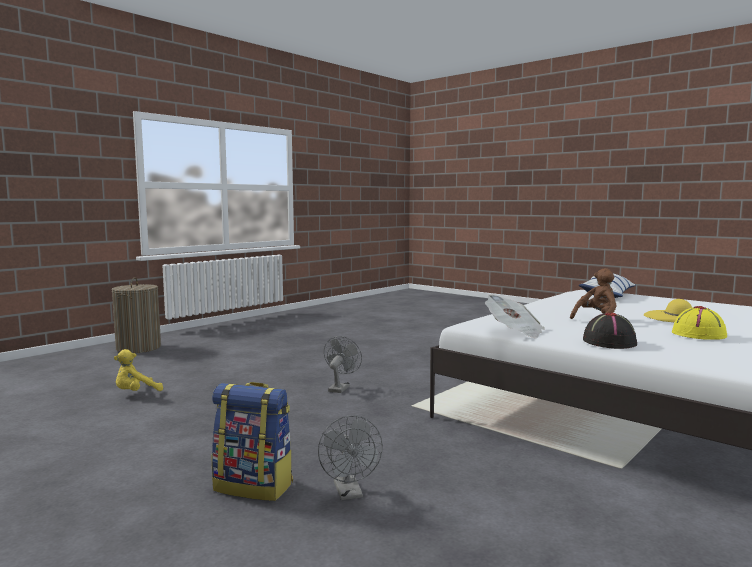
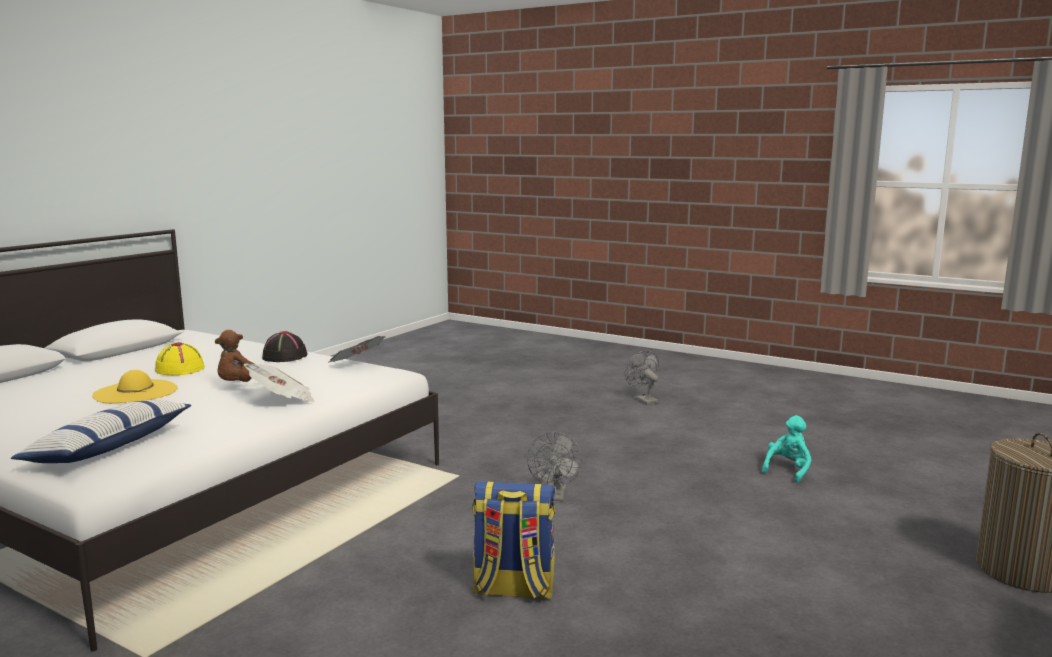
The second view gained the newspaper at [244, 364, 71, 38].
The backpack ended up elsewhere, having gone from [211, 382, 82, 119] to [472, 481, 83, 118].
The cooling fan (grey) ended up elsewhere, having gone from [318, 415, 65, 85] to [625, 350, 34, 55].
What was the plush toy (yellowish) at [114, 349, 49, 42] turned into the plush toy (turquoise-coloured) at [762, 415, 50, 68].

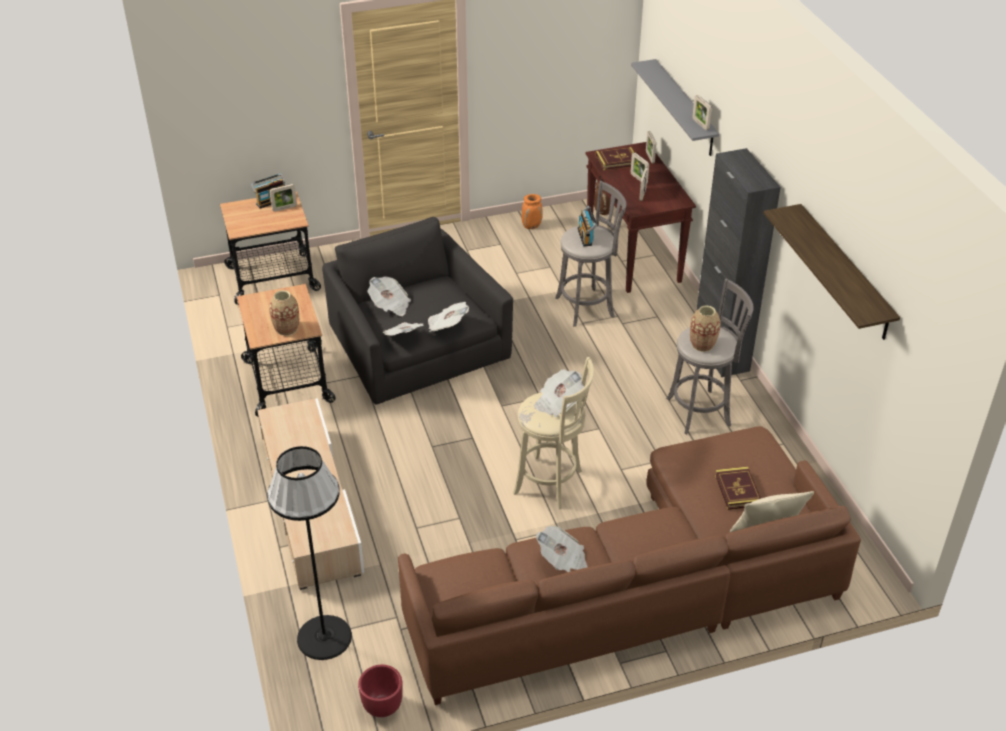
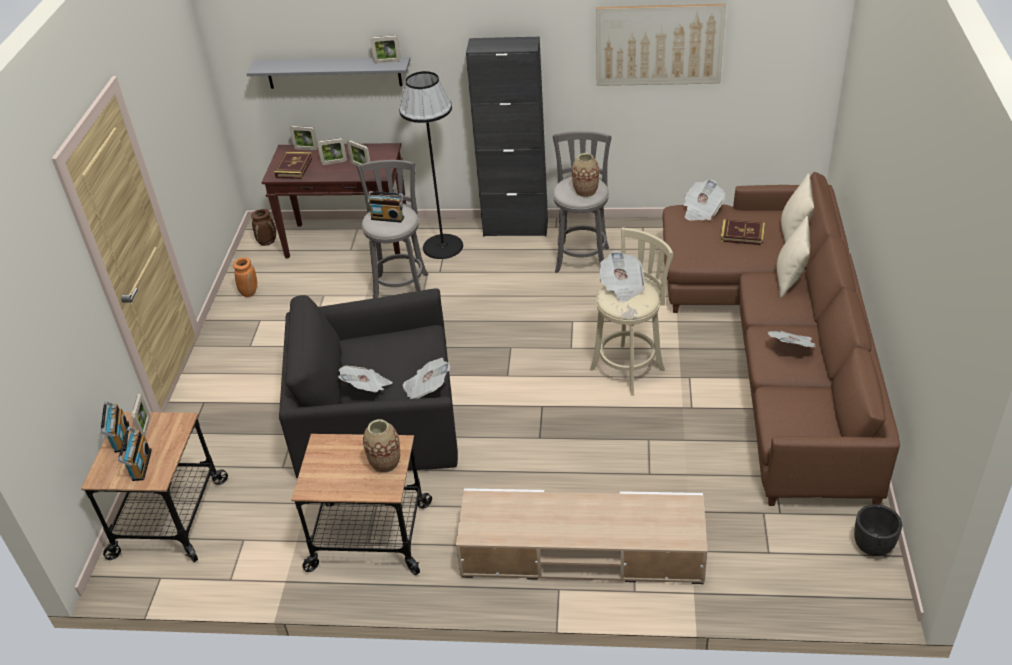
The second view gained the radio receiver at [118, 427, 34, 54].
The floor lamp (black-coloured) ended up elsewhere, having gone from [267, 446, 85, 214] to [399, 71, 64, 188].
Where the wall shelf hung at [764, 204, 136, 136], the wall picture came to hang at [596, 4, 130, 82].
The newspaper ended up elsewhere, having gone from [428, 302, 41, 30] to [684, 180, 41, 41].
The second view gained the cushion (beige-coloured) at [777, 216, 33, 82].
What was the planter (red) at [358, 665, 45, 52] turned into the planter (black-coloured) at [854, 504, 48, 52].

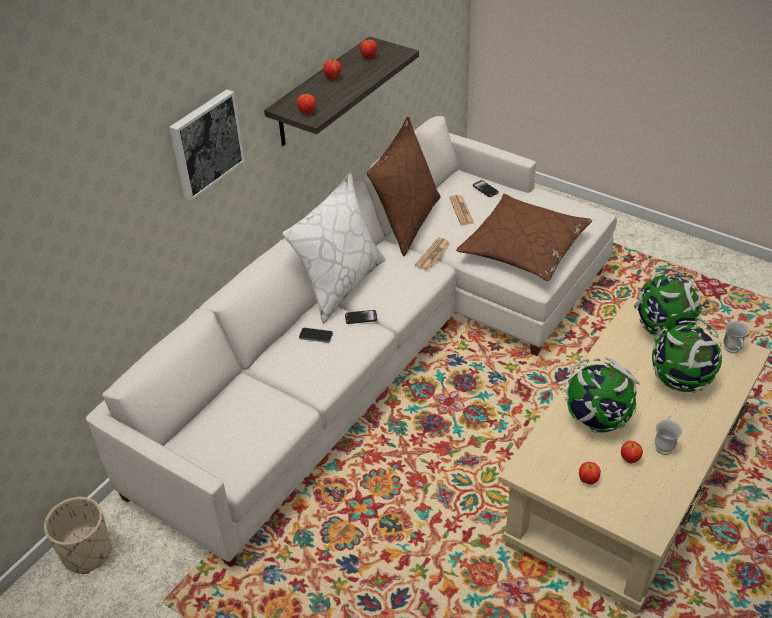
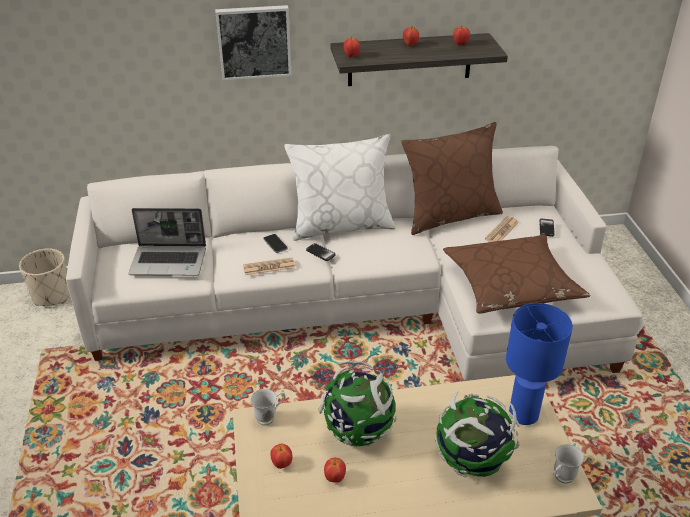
The second view gained the laptop at [128, 208, 78, 68].
The newspaper ended up elsewhere, having gone from [415, 238, 36, 33] to [243, 258, 52, 17].
The tea mug (white-coloured) ended up elsewhere, having gone from [655, 415, 27, 40] to [251, 389, 35, 36].
Where the globe stood at [634, 267, 67, 70], the table lamp (bluish) came to stand at [506, 303, 67, 122].

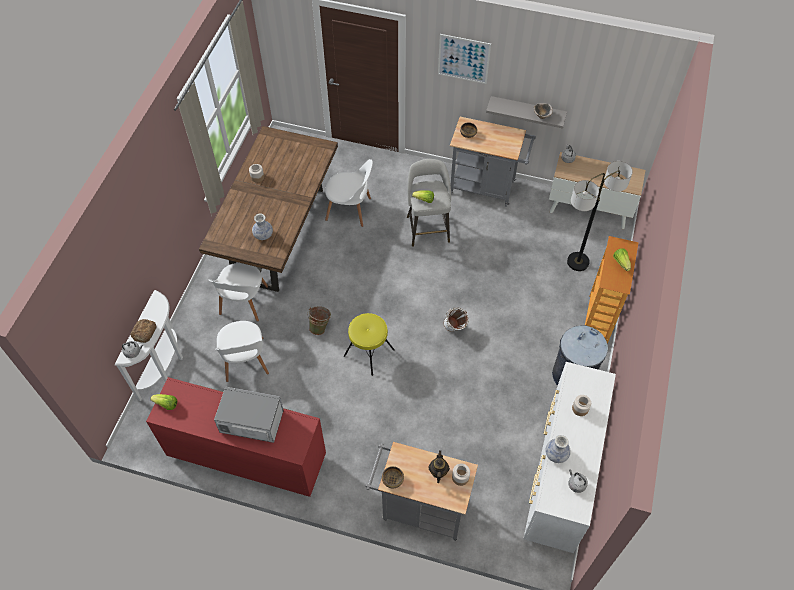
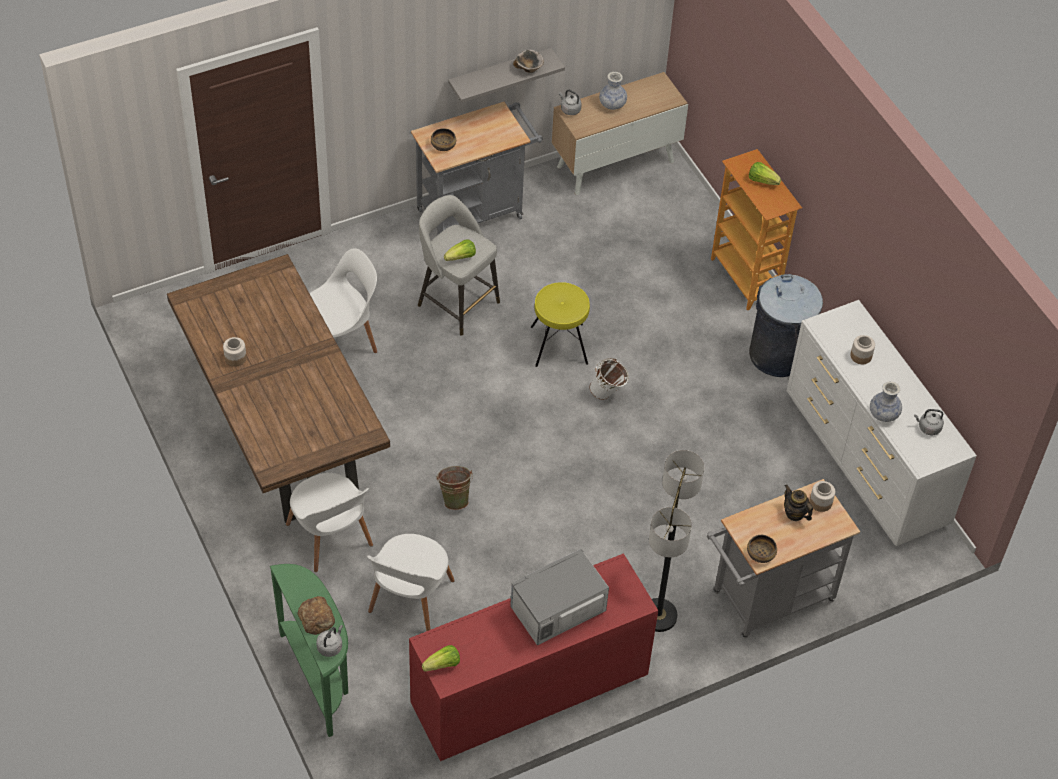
What was the hall table (white-coloured) at [115, 290, 68, 111] turned into the hall table (greenish) at [270, 564, 78, 173].
The plain chair (white-coloured) at [216, 321, 53, 61] ended up facing another way, 75 degrees clockwise from before.
The stool seat (yellowish) ended up elsewhere, having gone from [344, 313, 51, 63] to [531, 282, 59, 85].
The decorative vase ended up elsewhere, having gone from [252, 213, 21, 27] to [599, 72, 28, 38].
The floor lamp ended up elsewhere, having gone from [567, 161, 66, 110] to [649, 450, 55, 182].
The second view lost the wall picture at [438, 34, 53, 50].

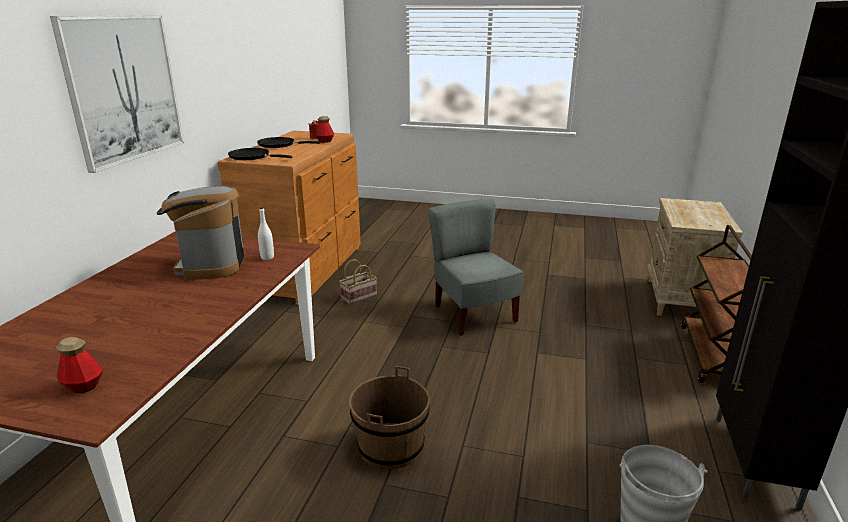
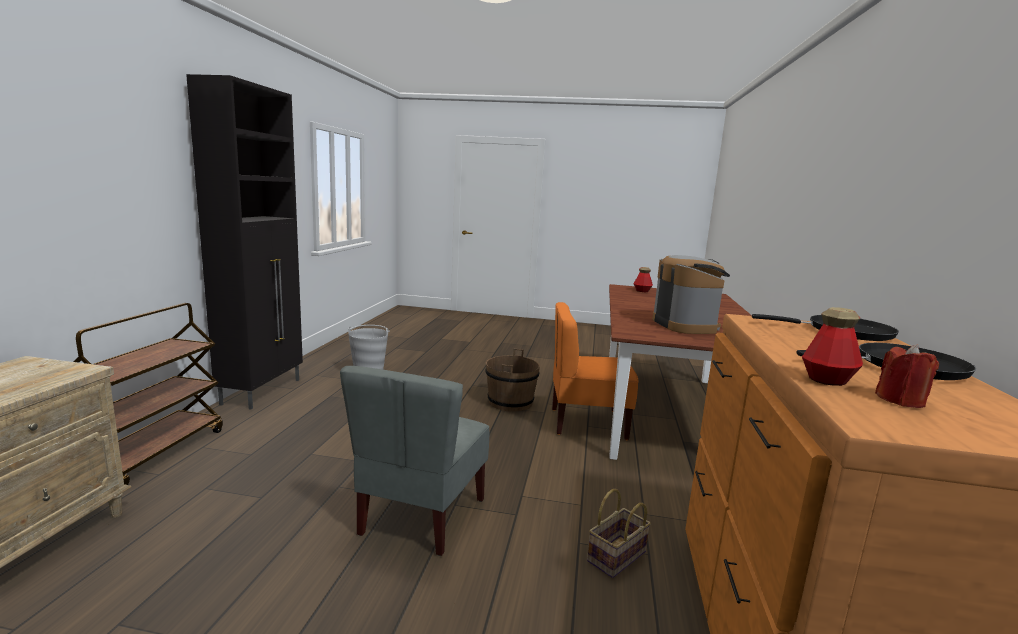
The plain chair (grey) at [428, 199, 95, 137] ended up facing another way, 45 degrees clockwise from before.
The second view gained the plain chair (orange-coloured) at [552, 302, 87, 138].
The second view lost the wall picture at [50, 15, 134, 158].
The second view lost the beverage bottle (white-coloured) at [258, 207, 16, 53].

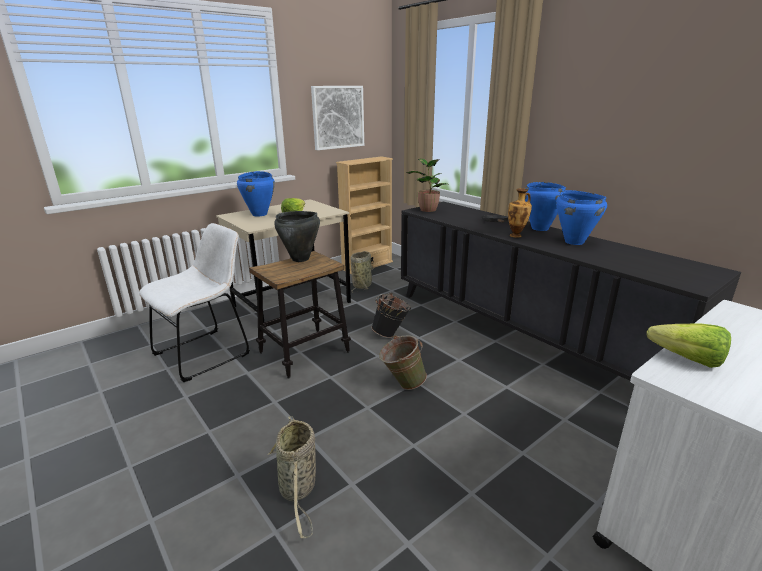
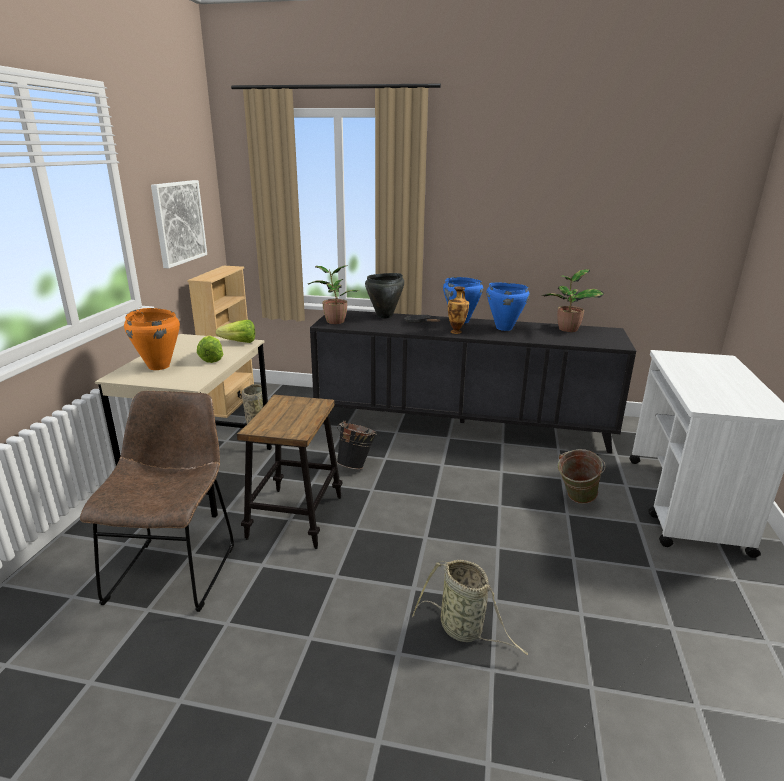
What was the plain chair (white-coloured) at [139, 223, 111, 159] turned into the plain chair (brownish) at [80, 391, 154, 221].
What was the saucepot (bluish) at [237, 171, 38, 46] turned into the saucepot (orange-coloured) at [124, 308, 56, 62].
The head of lettuce ended up elsewhere, having gone from [647, 323, 84, 45] to [216, 320, 39, 23].
The saucepot (black-coloured) ended up elsewhere, having gone from [274, 211, 46, 51] to [365, 273, 39, 46].
The second view gained the plant in a pot at [542, 269, 62, 63].
The water bucket (greenish) ended up elsewhere, having gone from [379, 335, 48, 55] to [558, 449, 48, 55].

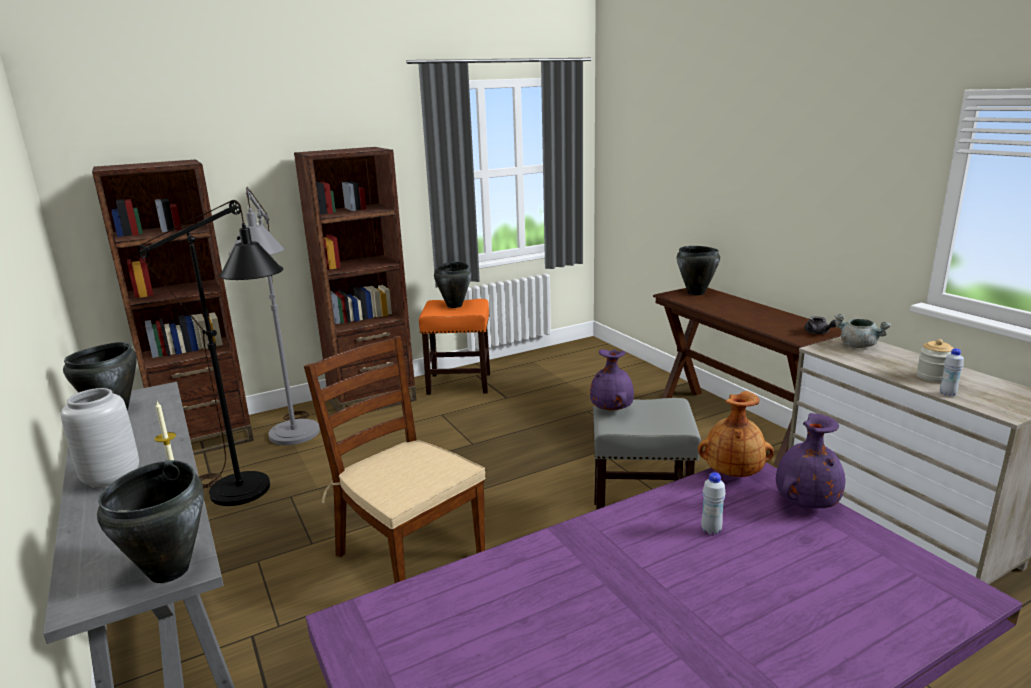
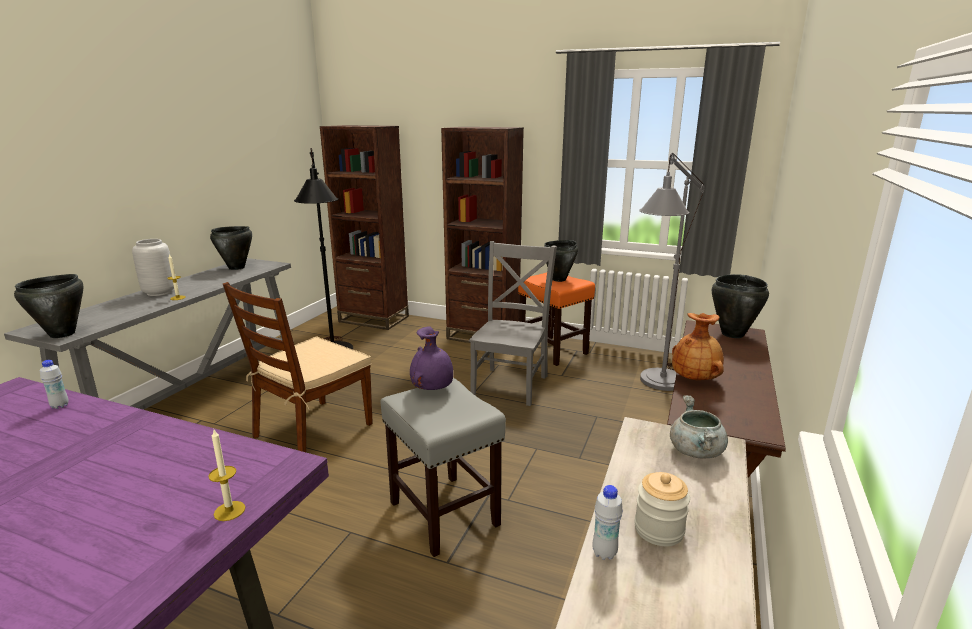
The beverage bottle (white-coloured) ended up elsewhere, having gone from [701, 473, 25, 61] to [40, 360, 28, 49].
Where the decorative vase (purple) stood at [776, 413, 69, 95], the wax candle came to stand at [208, 430, 38, 91].
The plain chair (brownish) at [304, 336, 181, 247] ended up facing another way, 150 degrees counterclockwise from before.
The second view gained the plain chair (grey) at [469, 241, 88, 165].
The floor lamp (grey) ended up elsewhere, having gone from [228, 187, 92, 258] to [639, 153, 66, 238].
The decorative vase (brownish) ended up elsewhere, having gone from [698, 391, 76, 86] to [672, 313, 52, 67].
The second view lost the teapot (grey) at [804, 316, 33, 18].

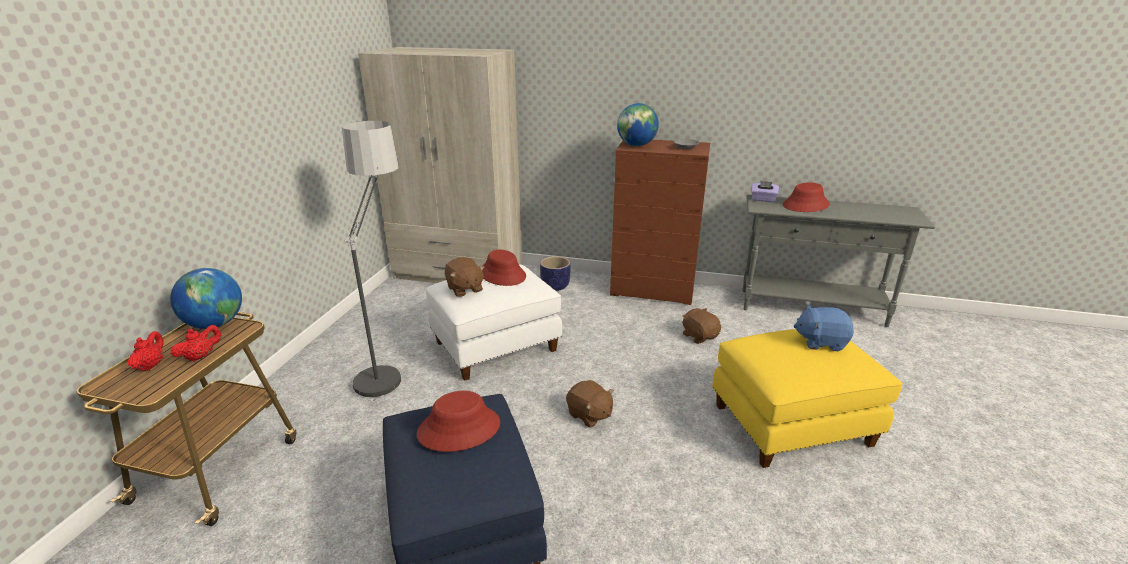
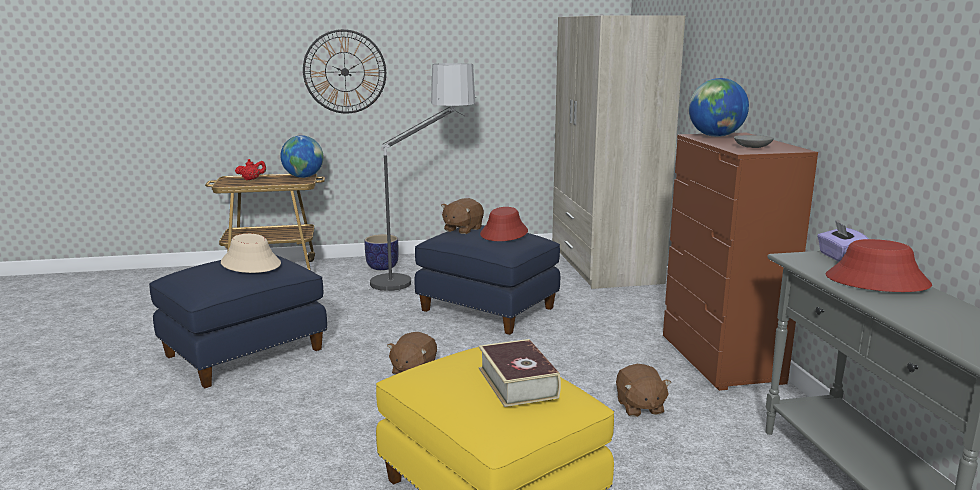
What was the hat (red) at [417, 391, 83, 61] turned into the hat (beige-coloured) at [221, 234, 60, 39].
The second view gained the wall clock at [303, 29, 83, 85].
The planter ended up elsewhere, having gone from [540, 256, 30, 35] to [365, 234, 34, 36].
What was the ottoman (white-coloured) at [426, 265, 136, 116] turned into the ottoman (bluish) at [414, 225, 146, 110].
Where the plush toy (bluish) stood at [794, 304, 60, 48], the volume came to stand at [479, 339, 82, 68].
The plush toy (brownish) at [682, 308, 39, 36] ended up facing another way, 135 degrees clockwise from before.
The second view lost the teapot (red) at [170, 325, 52, 36].

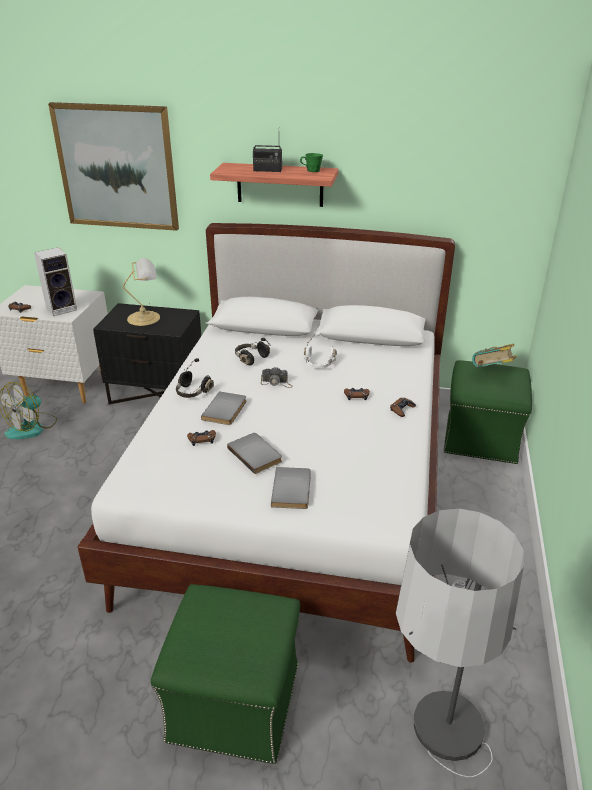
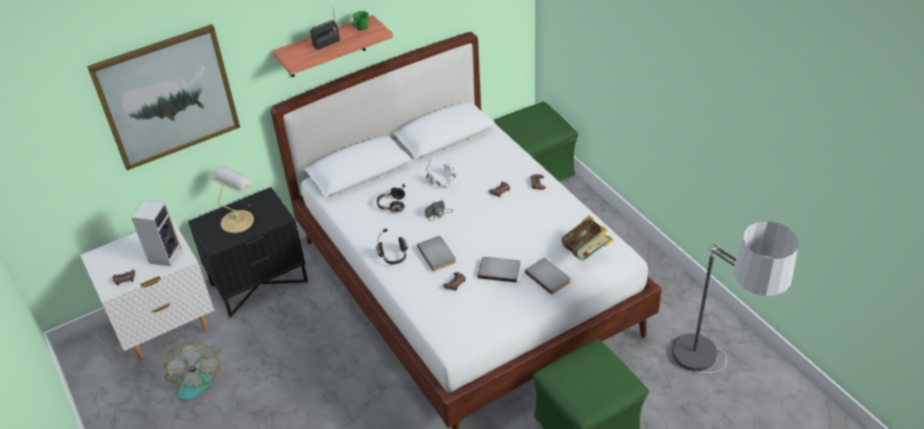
The volume ended up elsewhere, having gone from [472, 344, 45, 24] to [562, 216, 52, 45].

